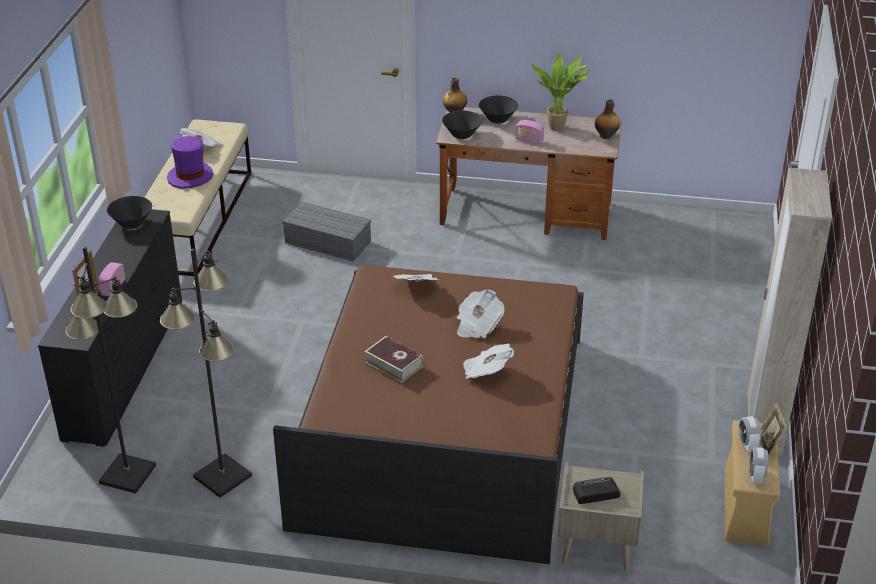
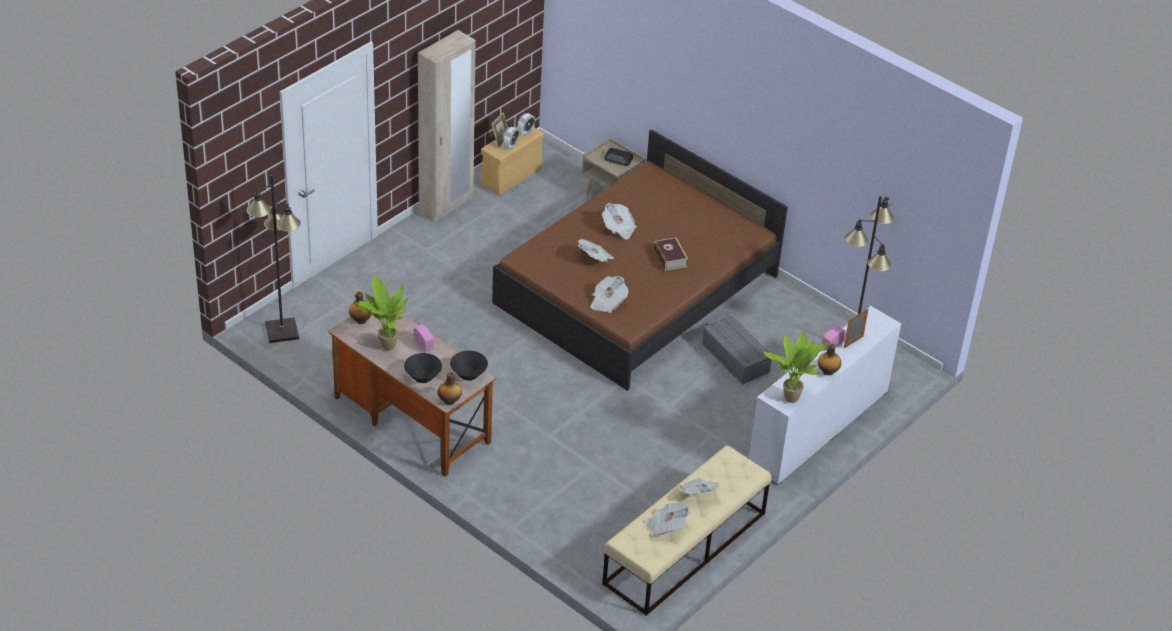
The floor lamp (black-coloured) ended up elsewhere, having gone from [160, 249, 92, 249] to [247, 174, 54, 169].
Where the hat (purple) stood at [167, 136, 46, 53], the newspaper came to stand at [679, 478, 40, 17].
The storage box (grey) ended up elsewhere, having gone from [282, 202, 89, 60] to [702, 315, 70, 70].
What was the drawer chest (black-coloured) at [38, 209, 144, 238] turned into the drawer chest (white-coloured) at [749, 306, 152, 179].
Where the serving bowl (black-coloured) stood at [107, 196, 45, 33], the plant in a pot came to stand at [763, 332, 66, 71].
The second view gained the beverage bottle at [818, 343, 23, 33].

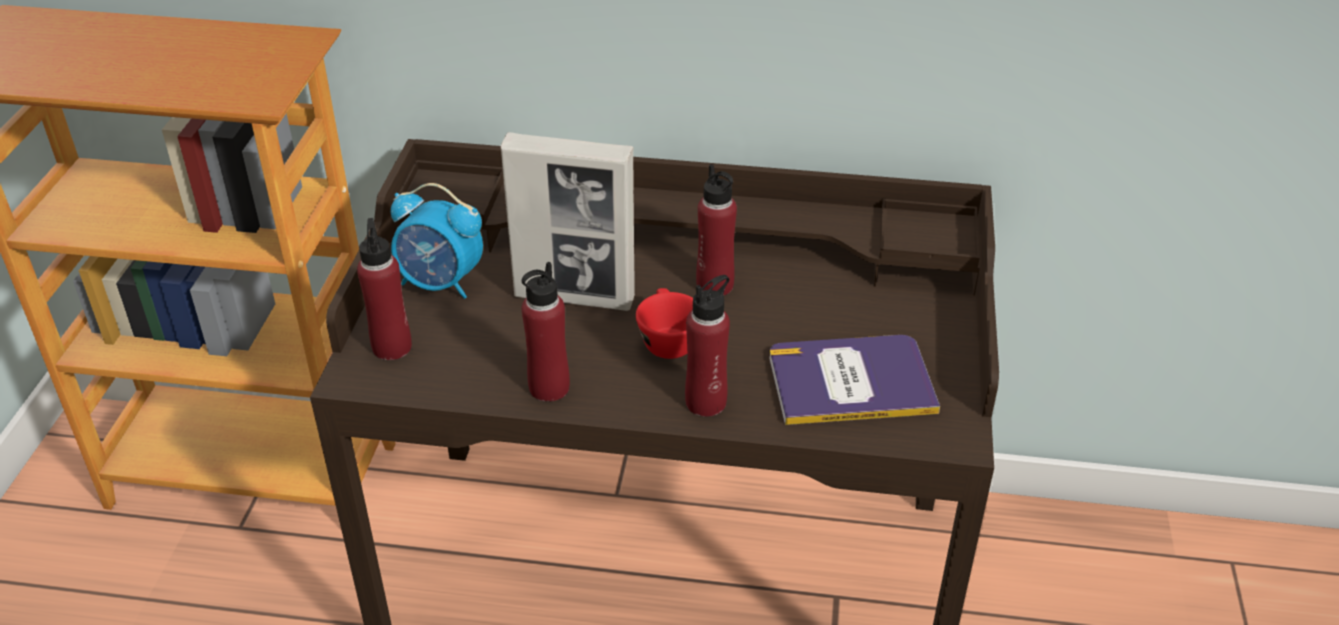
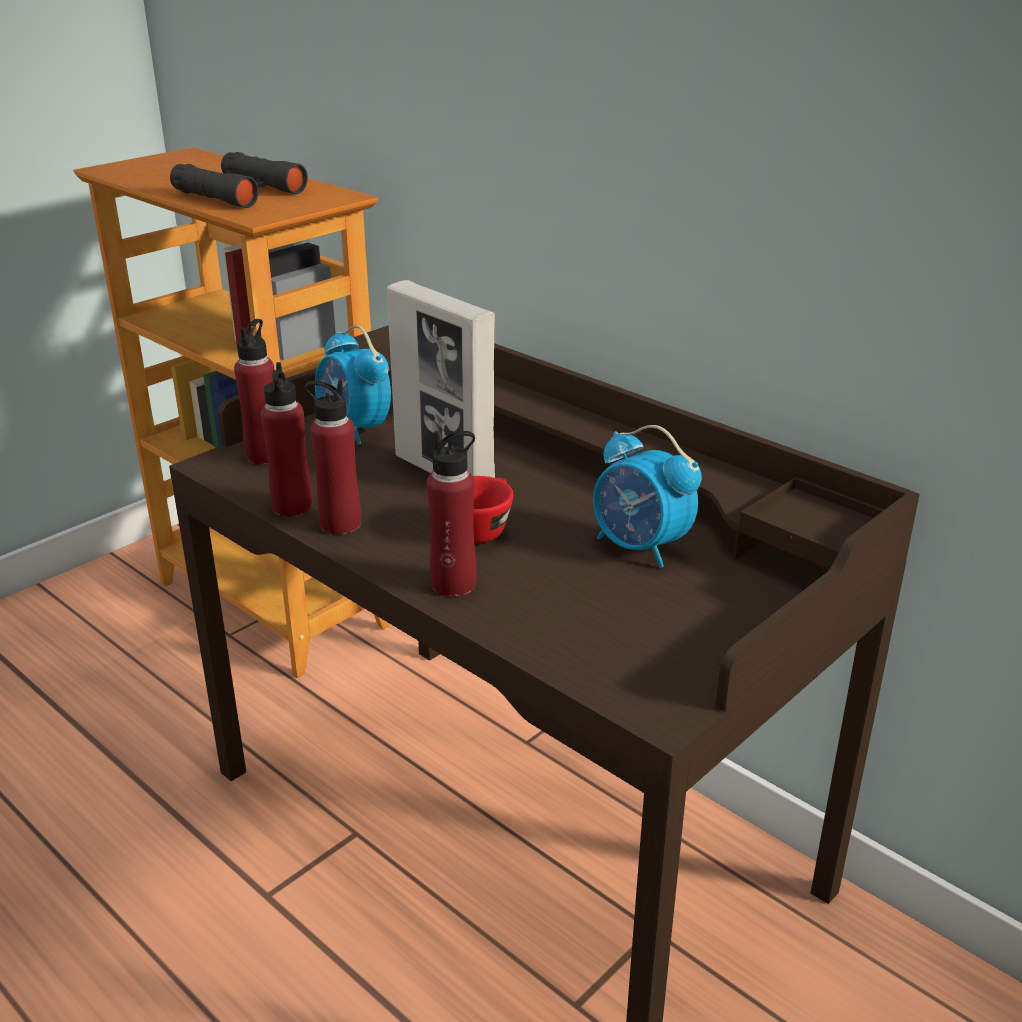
The second view gained the pair of binoculars (black-coloured) at [170, 152, 138, 56].
The beverage bottle (red) ended up elsewhere, having gone from [696, 164, 41, 132] to [261, 362, 52, 155].
The second view gained the table clock at [593, 425, 109, 143].
The second view lost the volume at [770, 335, 170, 90].

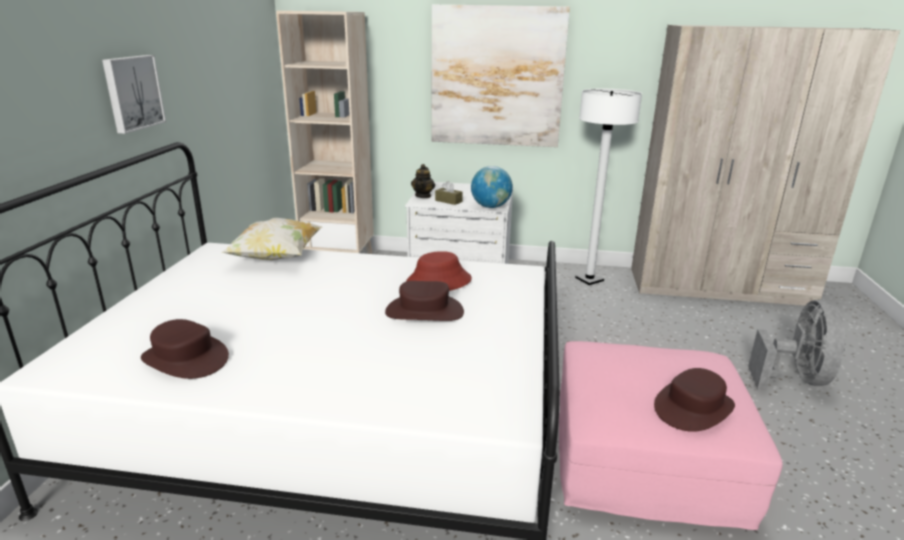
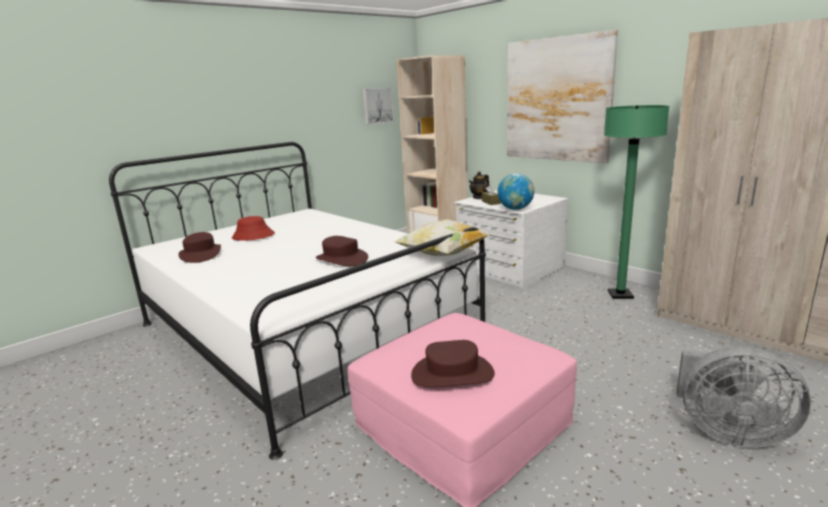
The hat (red) ended up elsewhere, having gone from [406, 251, 66, 40] to [232, 216, 43, 25].
The wall picture ended up elsewhere, having gone from [102, 55, 64, 79] to [363, 87, 31, 38].
The cushion ended up elsewhere, having gone from [221, 218, 101, 42] to [394, 219, 97, 37].
What was the floor lamp (white-coloured) at [575, 89, 67, 196] turned into the floor lamp (greenish) at [604, 105, 65, 194].
The cooling fan (grey) at [748, 300, 97, 90] ended up facing another way, 60 degrees clockwise from before.

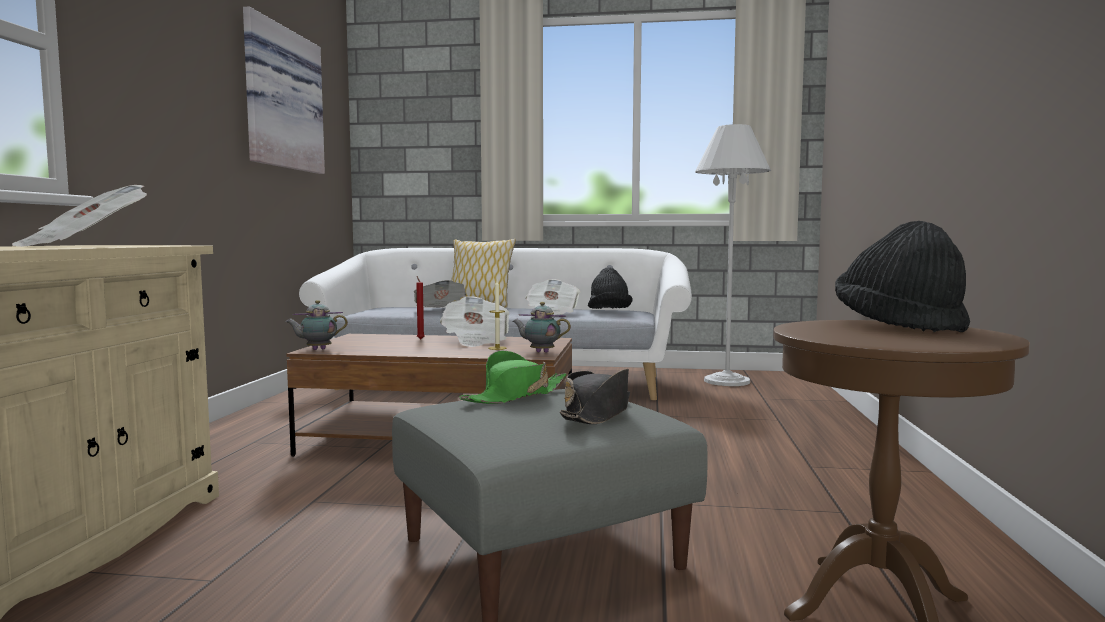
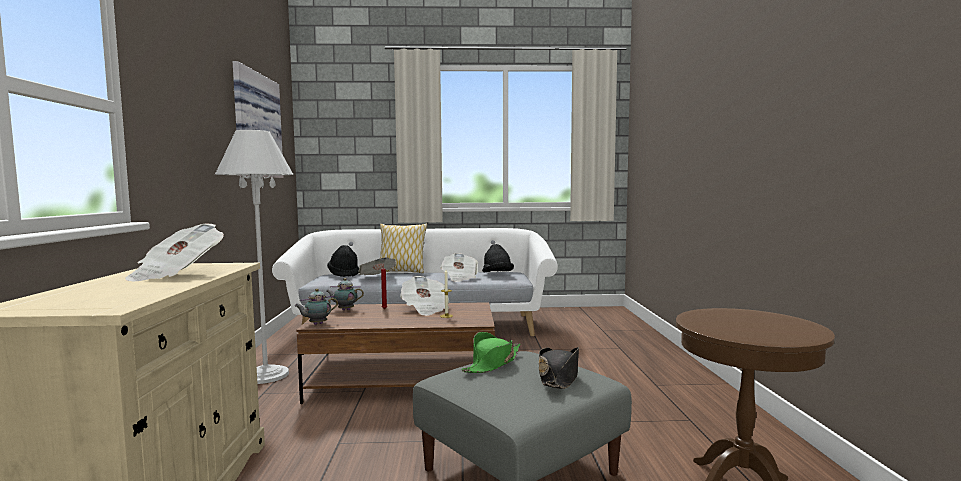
The floor lamp (white-coloured) ended up elsewhere, having gone from [695, 124, 76, 262] to [215, 130, 79, 254].
The teapot ended up elsewhere, having gone from [512, 302, 59, 51] to [326, 278, 38, 32].
The hat (black-coloured) ended up elsewhere, having gone from [835, 221, 135, 111] to [327, 245, 32, 32].

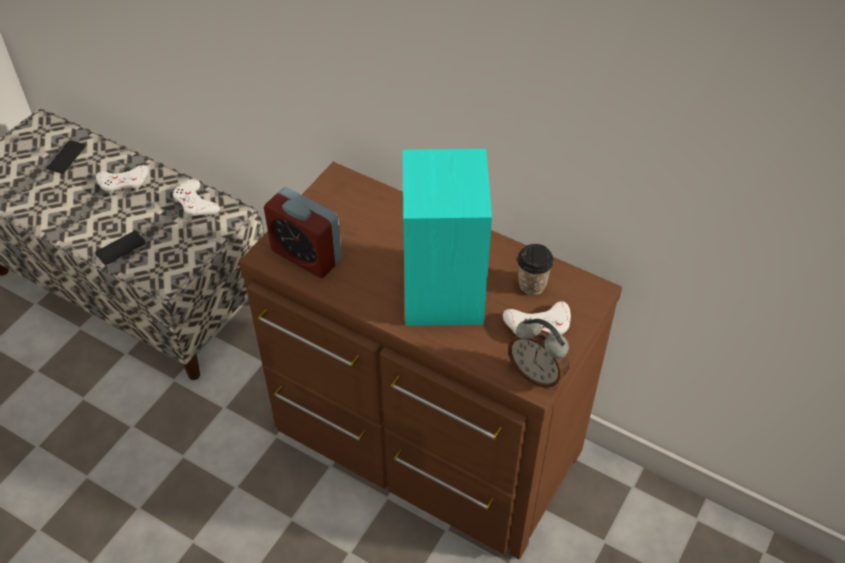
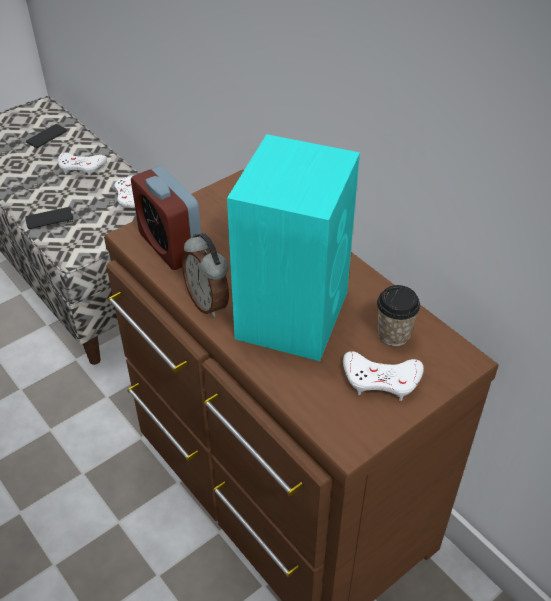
The table clock ended up elsewhere, having gone from [508, 319, 62, 69] to [182, 233, 47, 85].

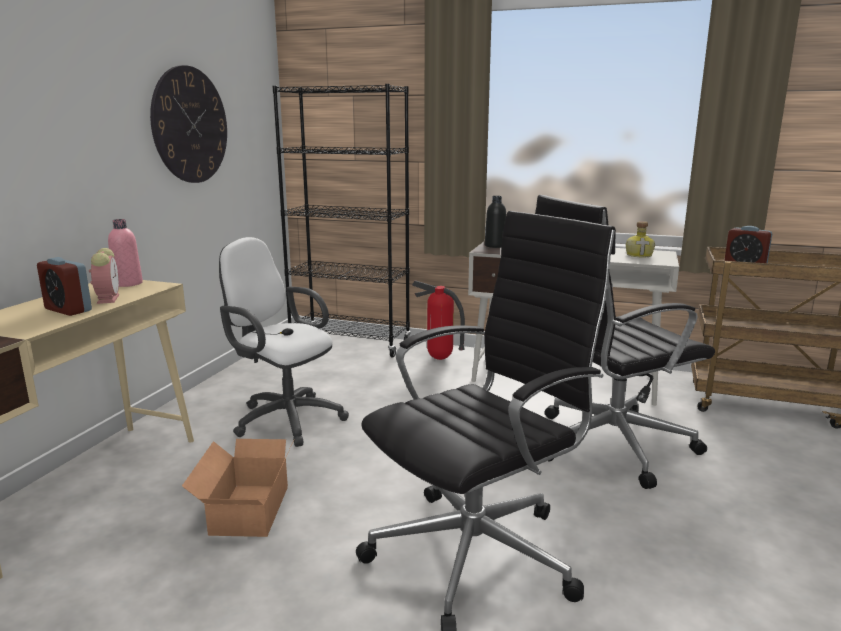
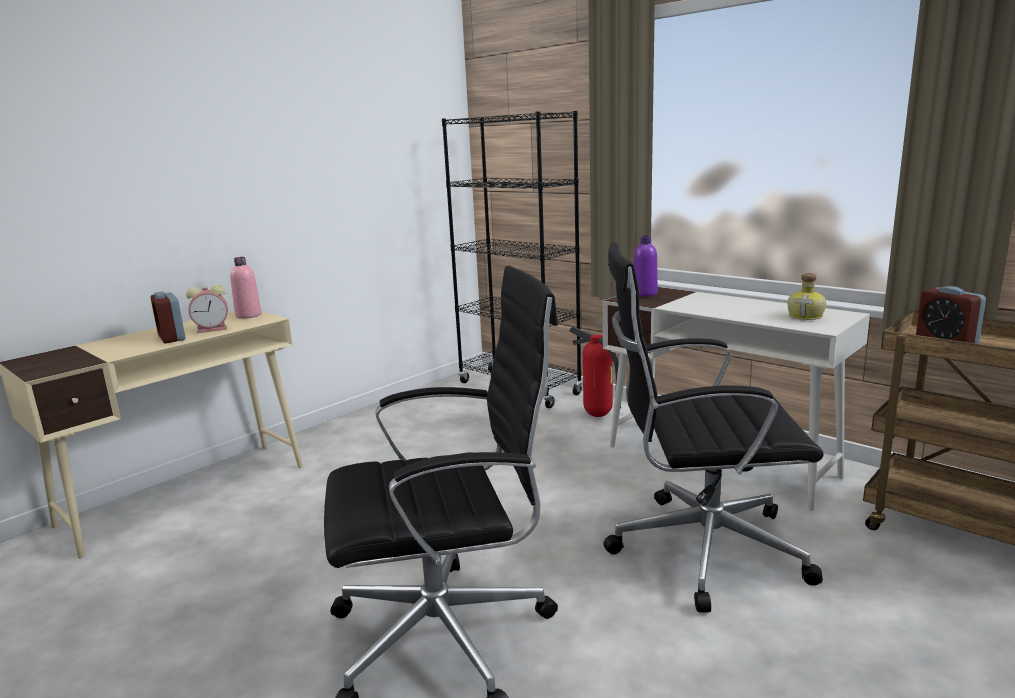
The table clock at [89, 248, 30, 56] ended up facing another way, 60 degrees clockwise from before.
What was the beverage bottle (black-coloured) at [485, 196, 21, 52] turned into the beverage bottle (purple) at [634, 236, 24, 60].
The second view lost the wall clock at [150, 65, 77, 118].
The second view lost the carton at [182, 438, 113, 99].
The second view lost the computer chair (white-coloured) at [219, 237, 130, 210].

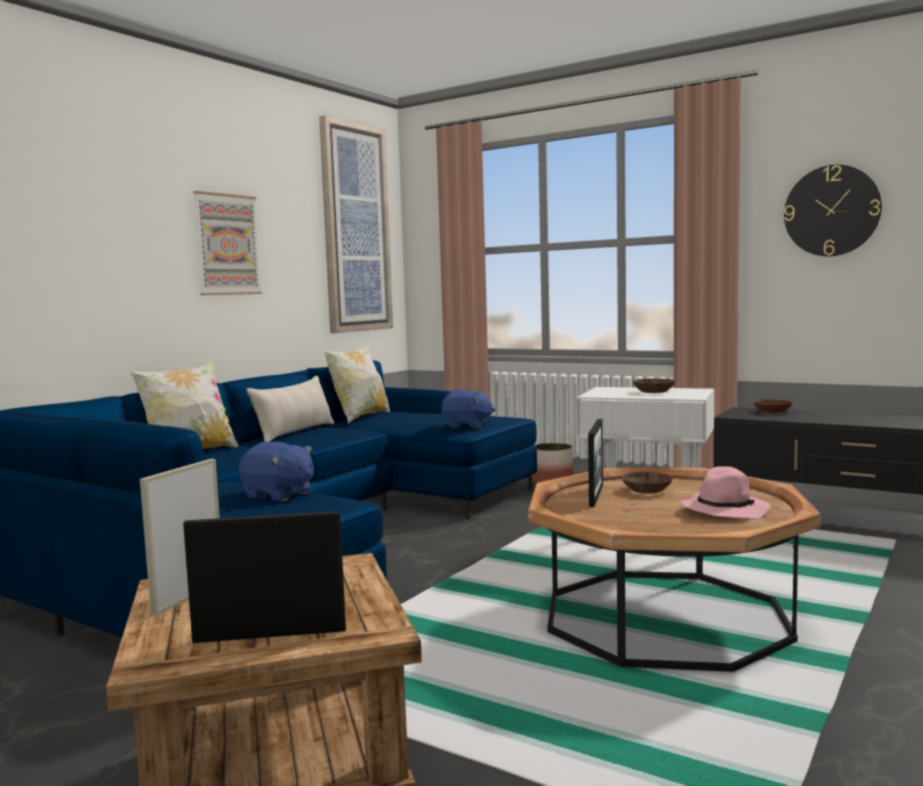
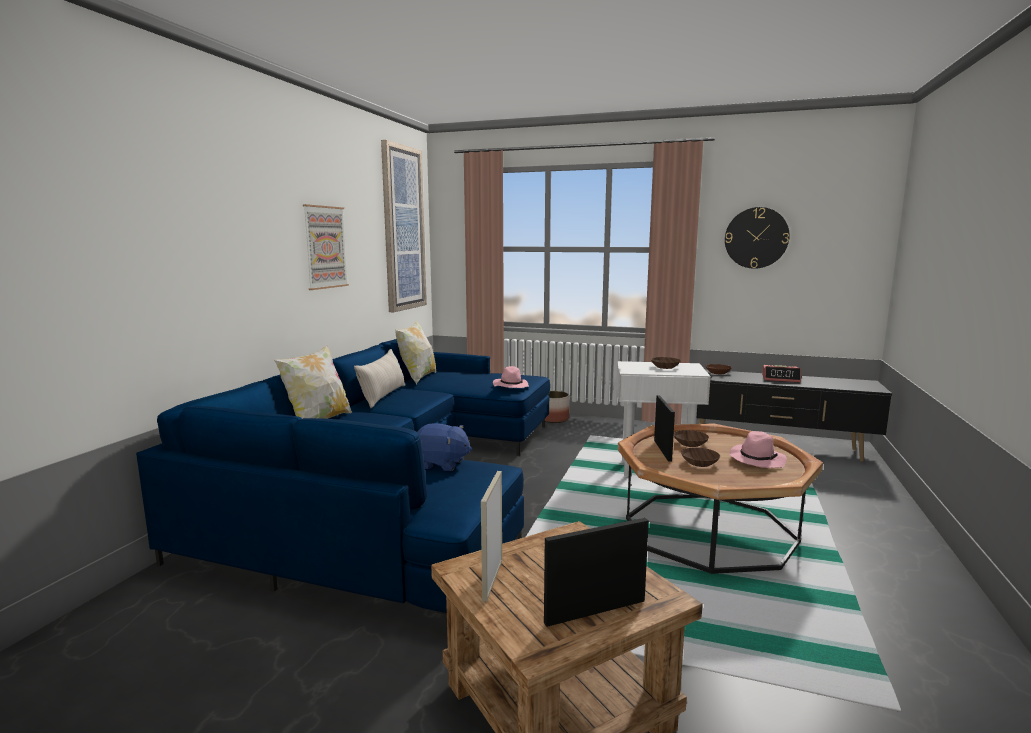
Where the plush toy (bluish) stood at [441, 390, 54, 38], the hat (pink-coloured) came to stand at [493, 366, 36, 22].
The second view gained the serving bowl (brownish) at [681, 447, 39, 20].
The second view gained the table clock at [762, 365, 39, 17].

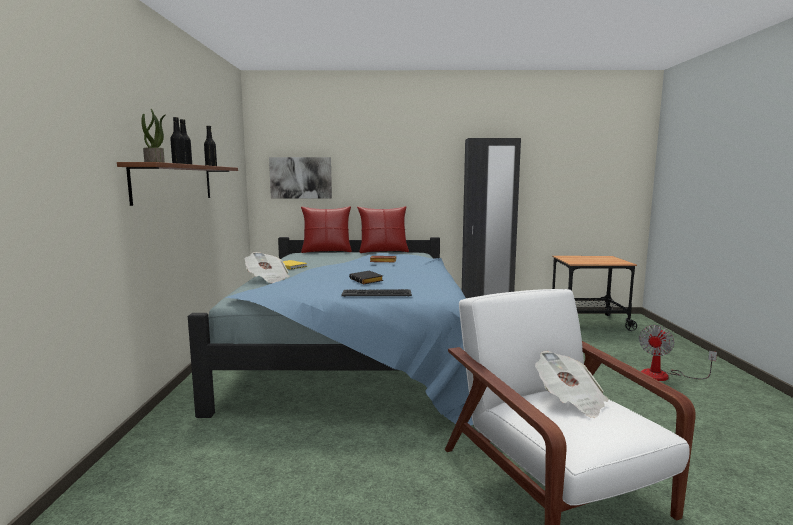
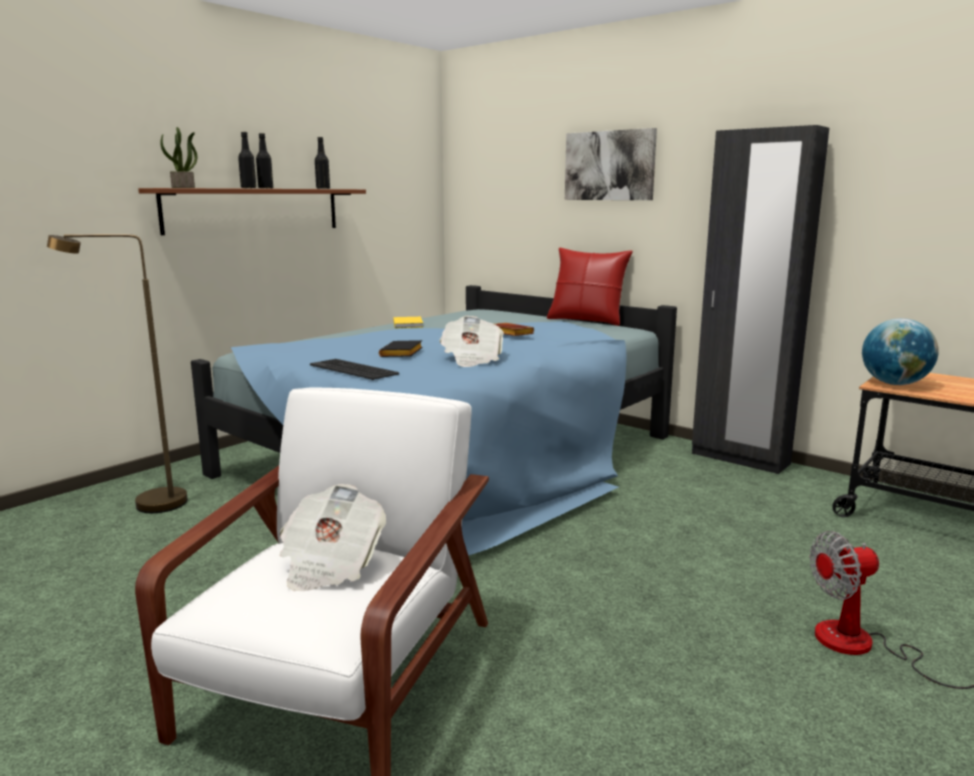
The second view gained the floor lamp (brownish) at [47, 234, 141, 279].
The newspaper ended up elsewhere, having gone from [245, 252, 44, 31] to [440, 316, 64, 51].
The wall picture ended up elsewhere, having gone from [269, 157, 63, 41] to [565, 128, 92, 72].
The second view gained the globe at [862, 318, 77, 67].
The second view lost the cushion (red) at [301, 206, 51, 47].

